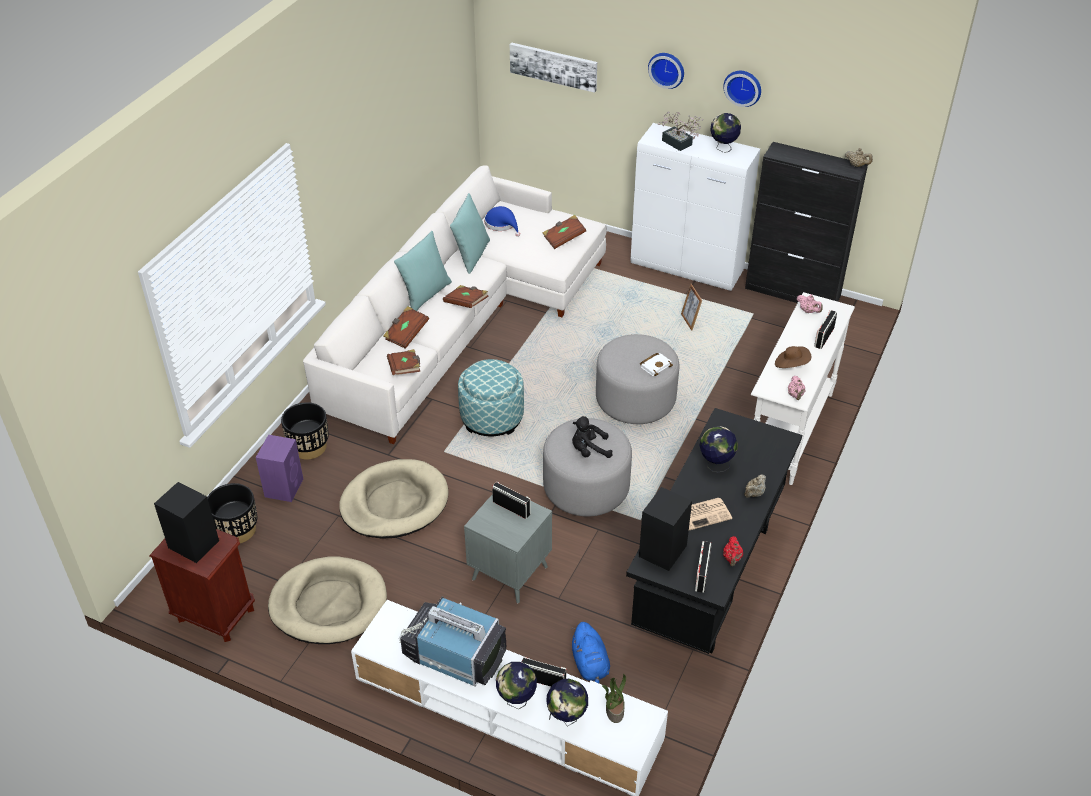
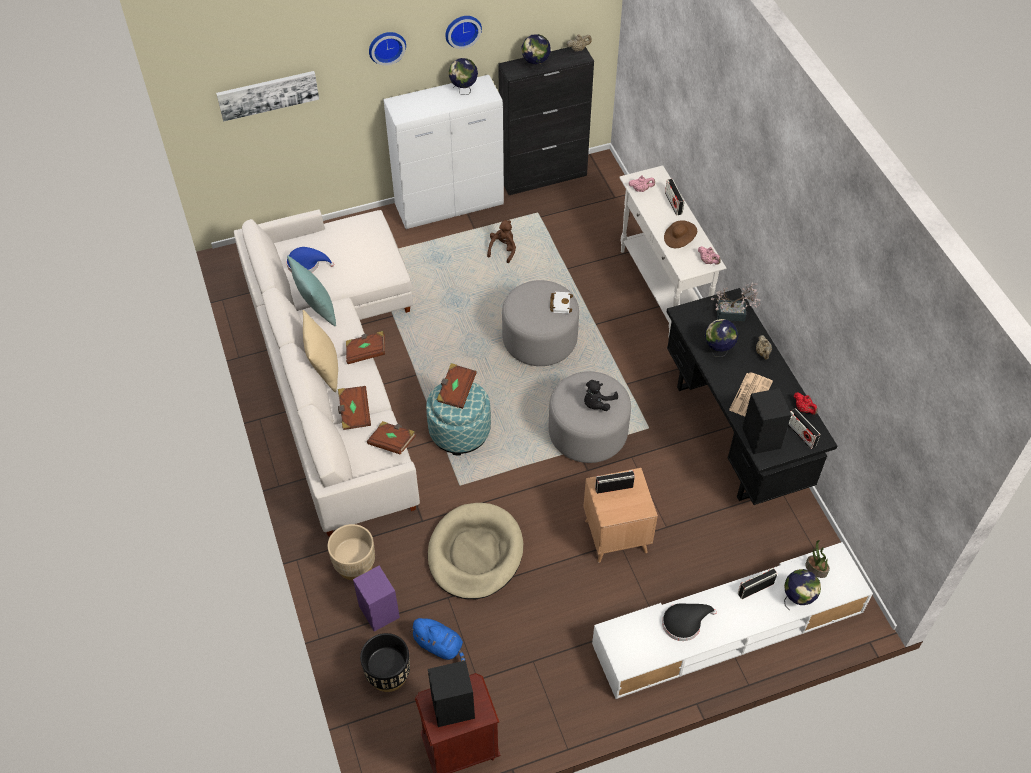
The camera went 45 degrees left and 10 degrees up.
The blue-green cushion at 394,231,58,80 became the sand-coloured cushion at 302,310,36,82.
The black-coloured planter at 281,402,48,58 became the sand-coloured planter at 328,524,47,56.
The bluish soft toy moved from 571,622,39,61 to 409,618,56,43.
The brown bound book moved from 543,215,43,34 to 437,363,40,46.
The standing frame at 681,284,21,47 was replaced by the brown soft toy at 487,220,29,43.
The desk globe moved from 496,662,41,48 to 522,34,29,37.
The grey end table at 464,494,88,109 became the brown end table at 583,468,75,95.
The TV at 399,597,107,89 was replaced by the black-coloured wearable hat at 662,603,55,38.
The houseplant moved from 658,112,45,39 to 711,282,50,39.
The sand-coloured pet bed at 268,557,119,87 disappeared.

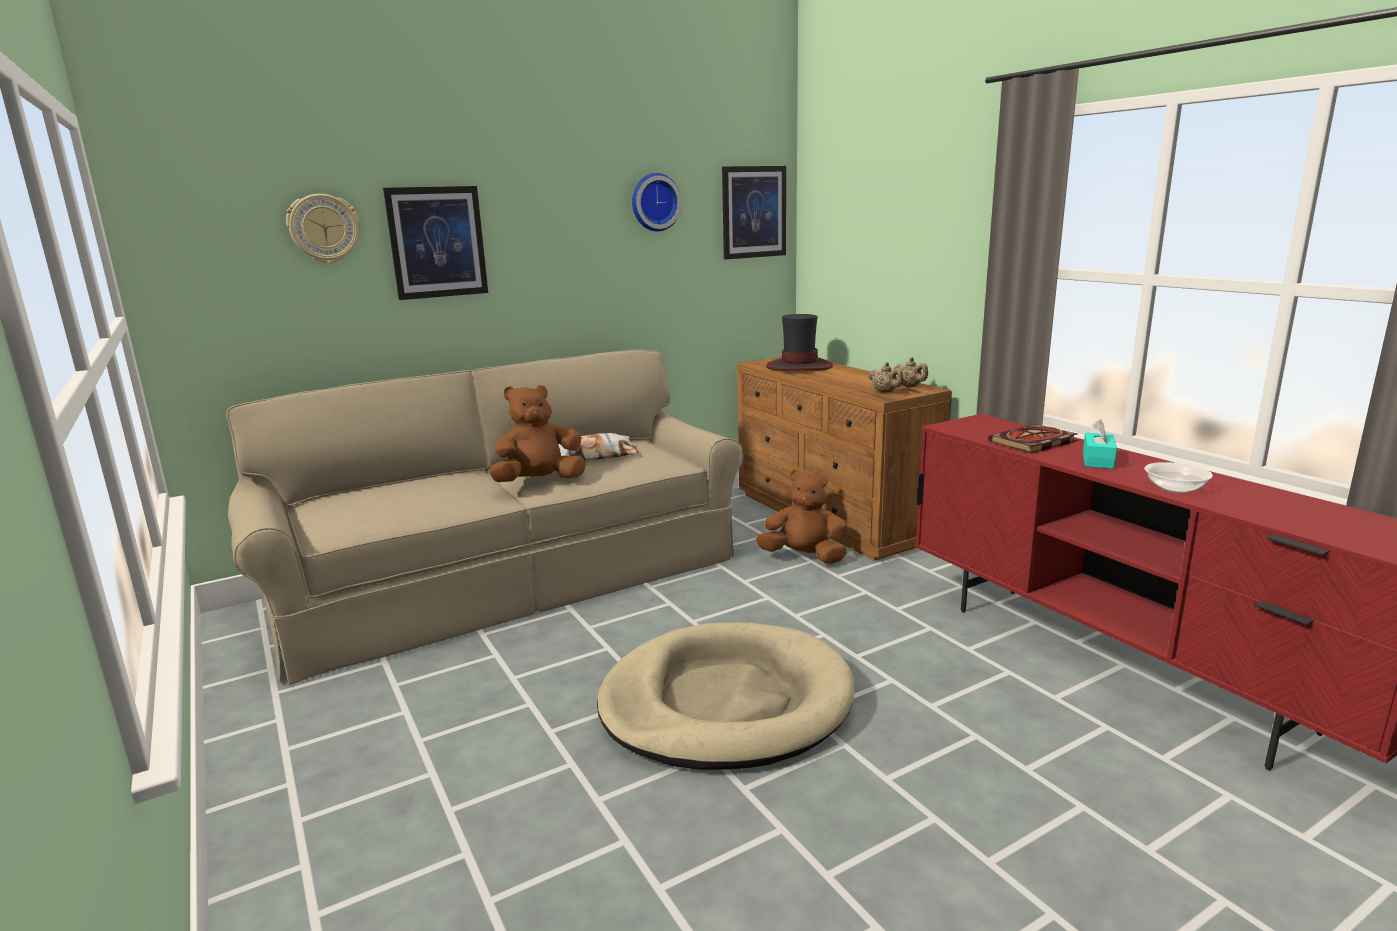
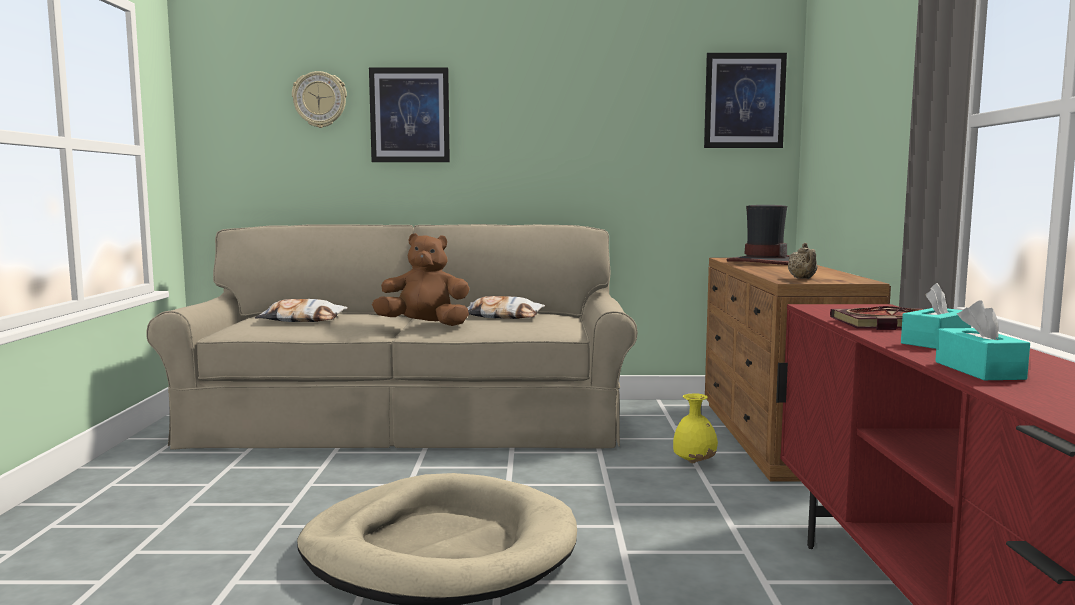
The camera went 30 degrees right and 10 degrees down.
The cushion at 255,299,93,23 appeared.
The brown soft toy at 756,469,92,95 was replaced by the yellow vase at 673,393,45,70.
The deep dish at 1145,462,68,31 was replaced by the blue-green tissue box at 935,300,95,80.
The clock on the wall at 632,173,50,58 disappeared.
The sand-coloured teapot at 893,357,35,30 disappeared.

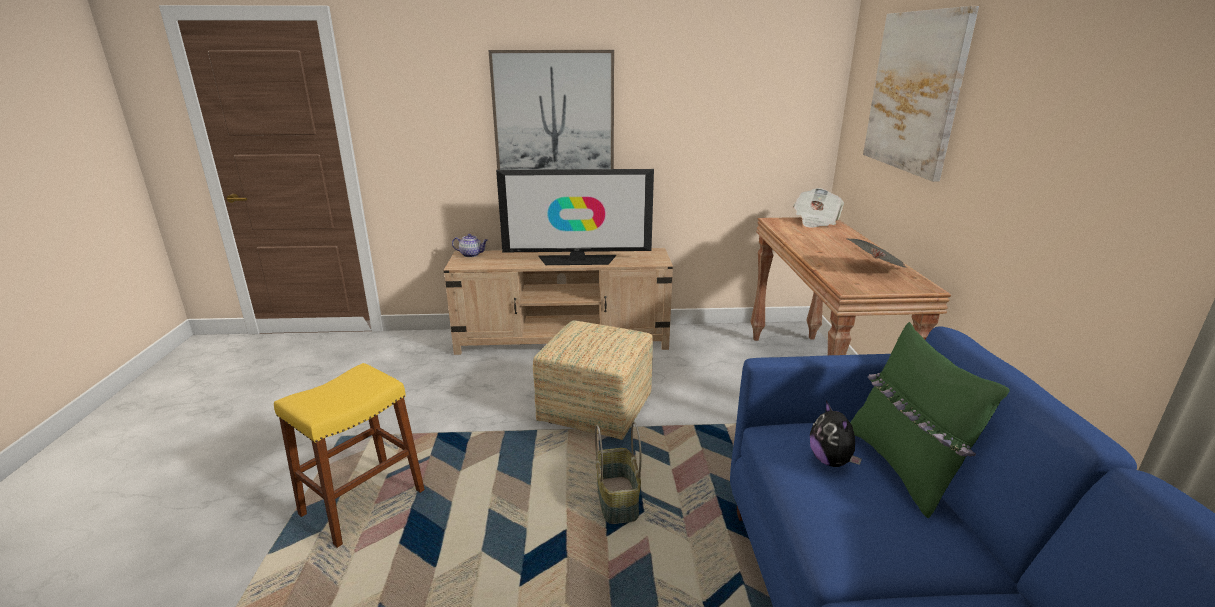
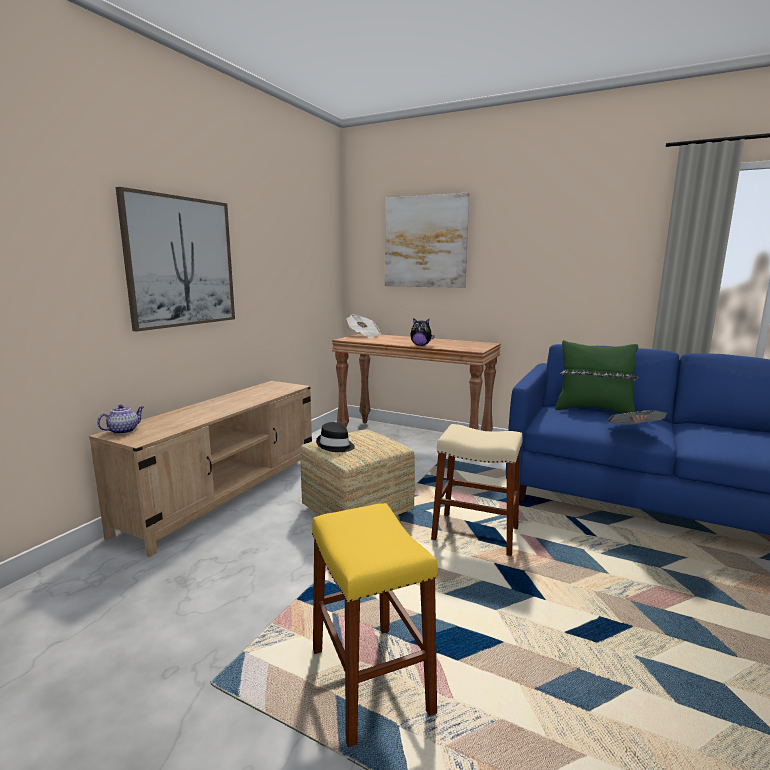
The camera went 60 degrees left and 10 degrees down.
The black-coloured wearable hat at 316,422,39,30 appeared.
The soft toy moved from 810,401,52,66 to 410,318,25,28.
The storage basket at 595,421,46,103 was replaced by the sand-coloured stool seat at 431,424,92,132.
The printed paper moved from 847,239,61,29 to 606,410,61,14.
The TV at 496,169,158,96 disappeared.

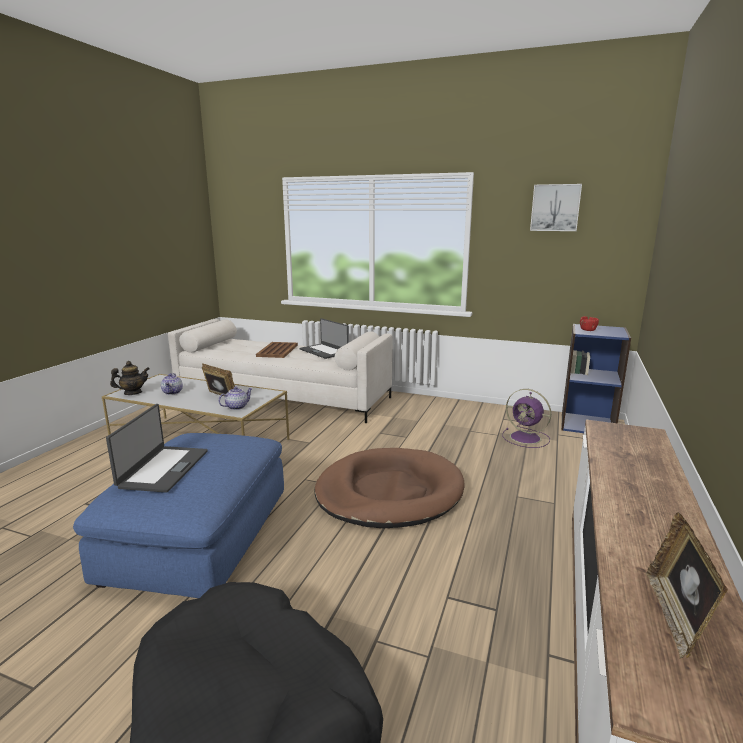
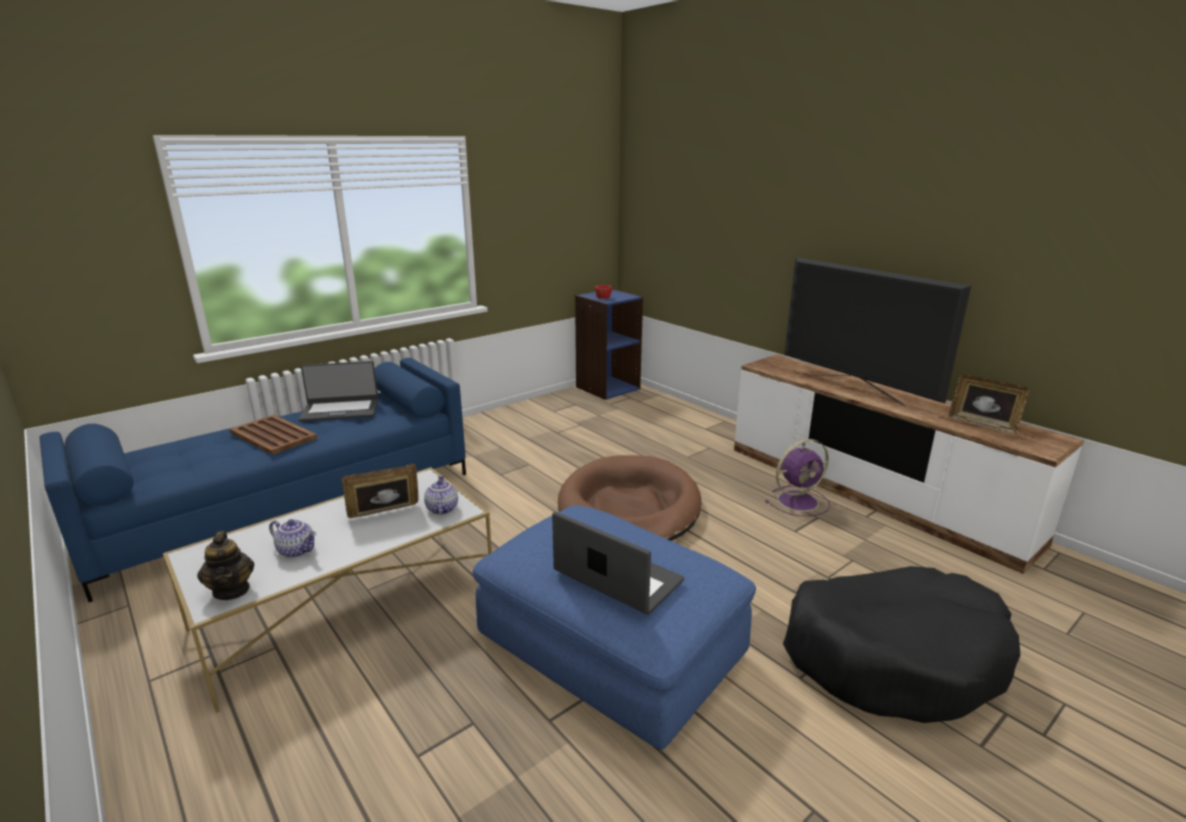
The camera went 60 degrees left and 5 degrees up.
The white settee at 168,319,225,104 became the bluish settee at 40,358,426,244.
The teapot at 110,361,39,34 turned 150 degrees clockwise.
The purple electric fan moved from 502,389,49,59 to 765,439,66,77.
The TV at 784,257,187,149 appeared.
The wall picture at 530,184,52,47 disappeared.

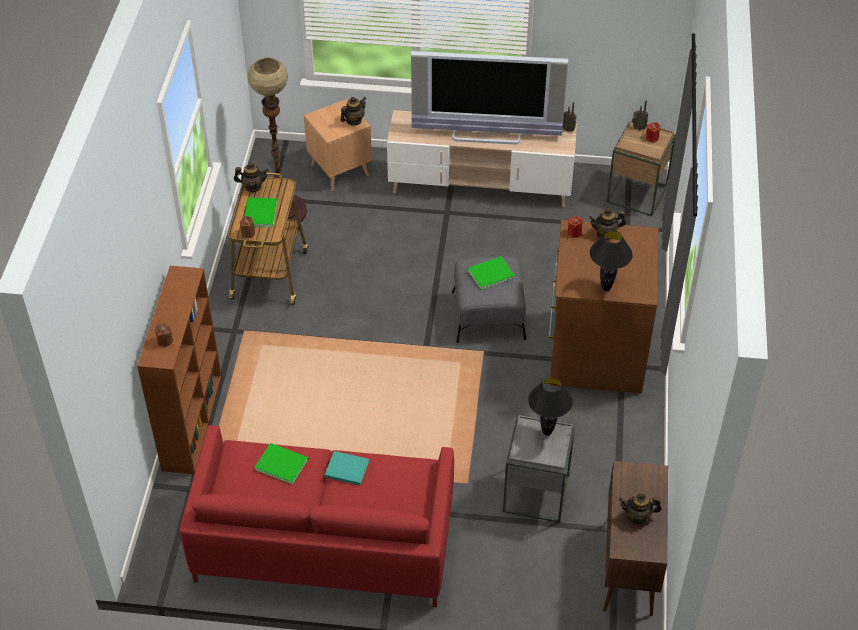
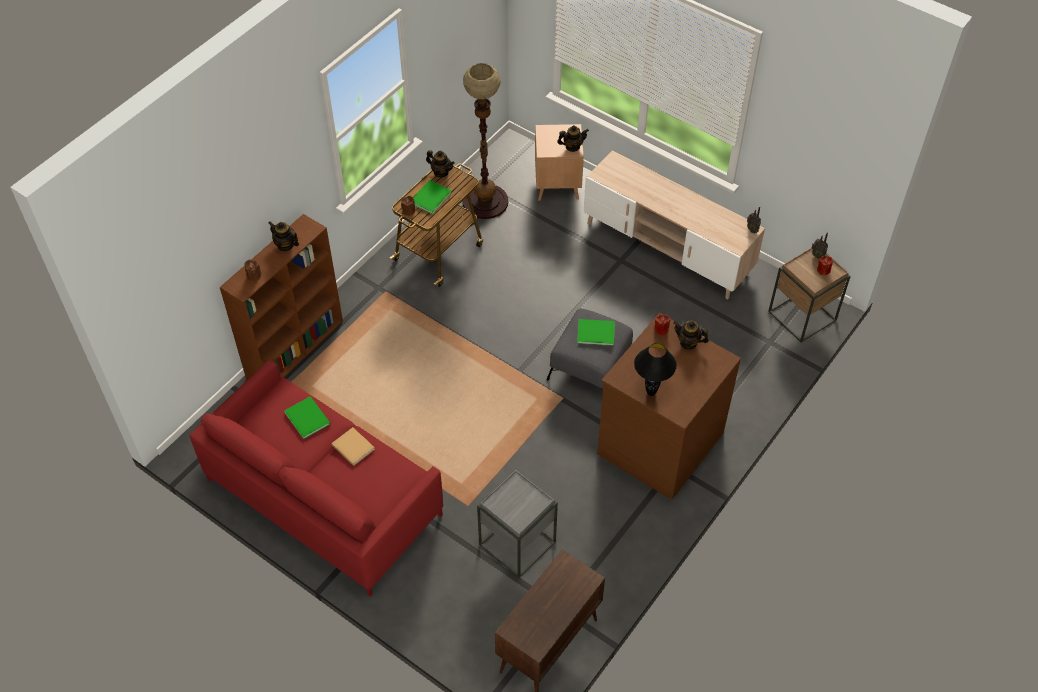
The camera went 30 degrees right and 5 degrees up.
The teapot moved from 619,492,43,33 to 268,221,31,30.
The blue-green bound book at 325,451,44,34 became the sand-coloured bound book at 332,427,43,39.
The TV at 411,51,157,94 disappeared.
The black-coloured table lamp at 528,378,45,58 disappeared.

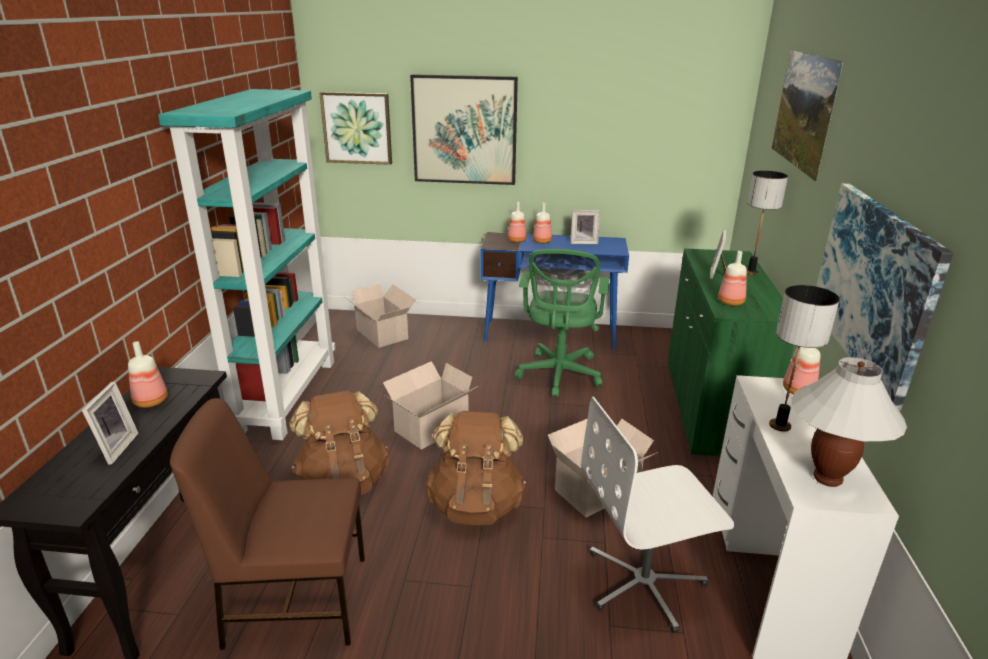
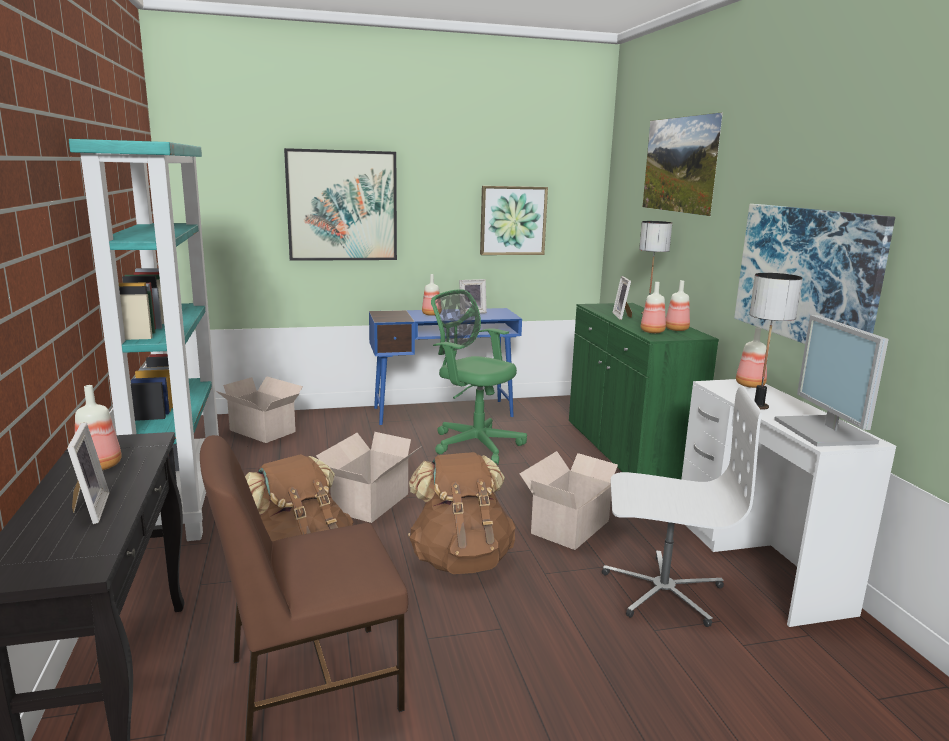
The camera went 20 degrees left and 10 degrees down.
The greenish office chair at 514,249,95,149 turned 135 degrees clockwise.
The wall picture moved from 319,92,73,73 to 480,186,68,69.
The white office chair at 581,397,154,236 turned 135 degrees counterclockwise.
The drink bottle moved from 507,202,20,41 to 666,280,24,51.
The white table lamp at 791,357,116,130 was replaced by the computer display at 774,315,115,132.

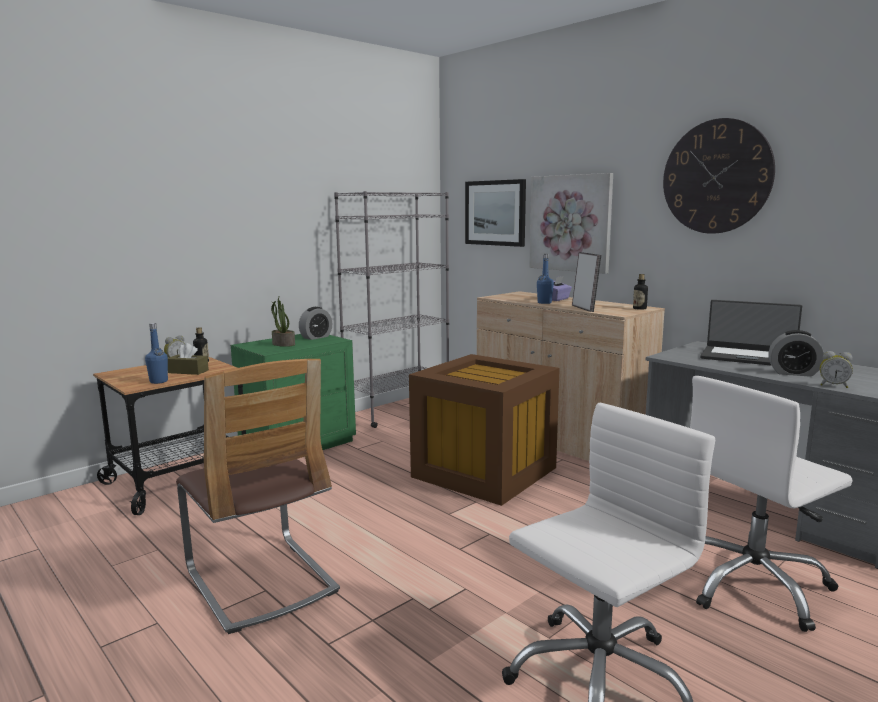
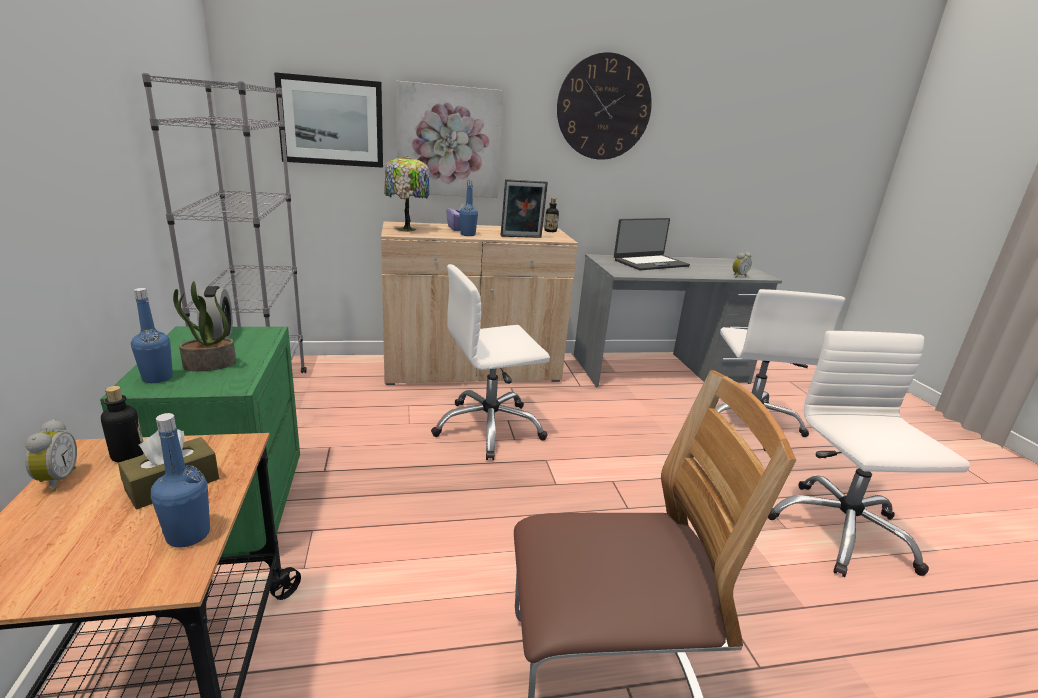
The camera went 60 degrees left and 10 degrees up.
The bluish drink bottle at 131,288,42,95 appeared.
The table lamp at 384,156,46,76 appeared.
The brown storage container at 409,354,151,152 was replaced by the white office chair at 431,264,119,196.
The standing frame at 572,252,29,60 turned 150 degrees clockwise.
The alarm clock at 768,330,56,47 disappeared.

